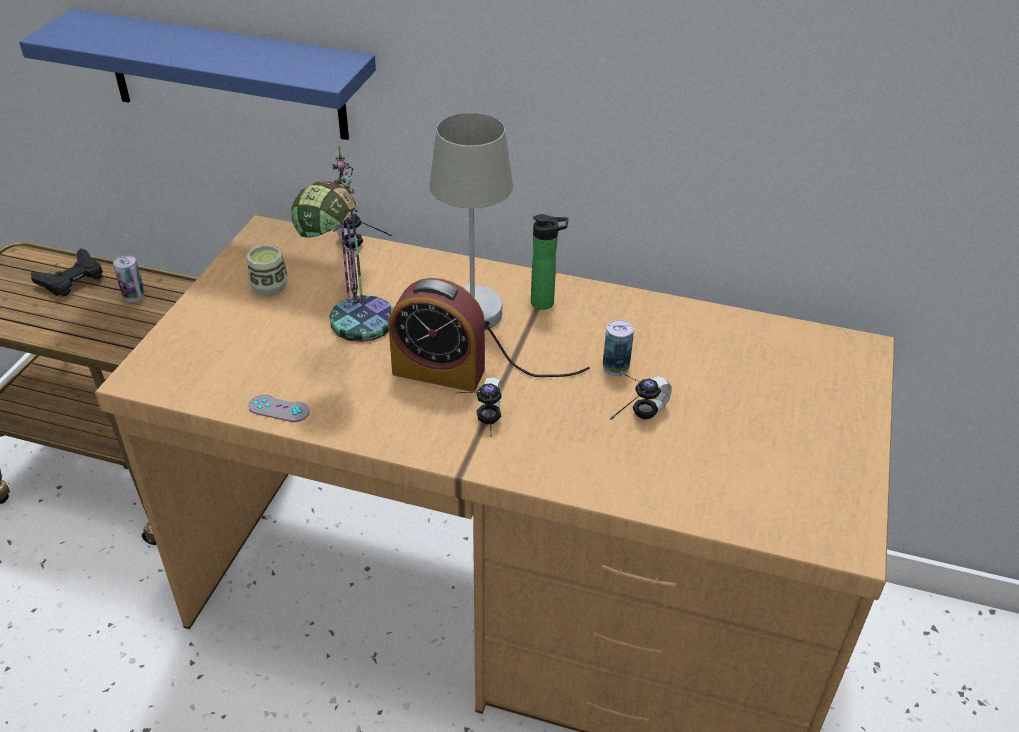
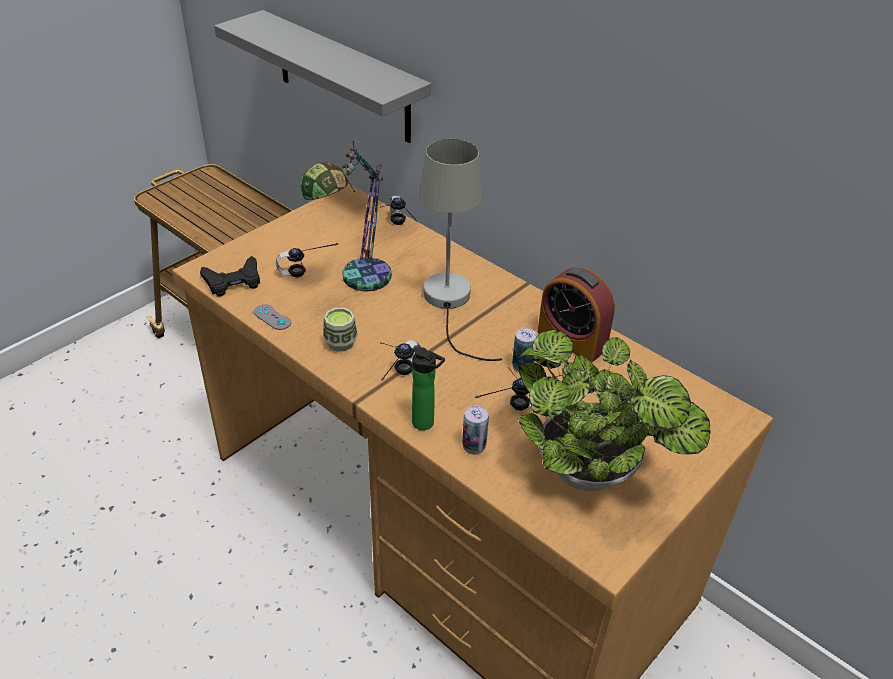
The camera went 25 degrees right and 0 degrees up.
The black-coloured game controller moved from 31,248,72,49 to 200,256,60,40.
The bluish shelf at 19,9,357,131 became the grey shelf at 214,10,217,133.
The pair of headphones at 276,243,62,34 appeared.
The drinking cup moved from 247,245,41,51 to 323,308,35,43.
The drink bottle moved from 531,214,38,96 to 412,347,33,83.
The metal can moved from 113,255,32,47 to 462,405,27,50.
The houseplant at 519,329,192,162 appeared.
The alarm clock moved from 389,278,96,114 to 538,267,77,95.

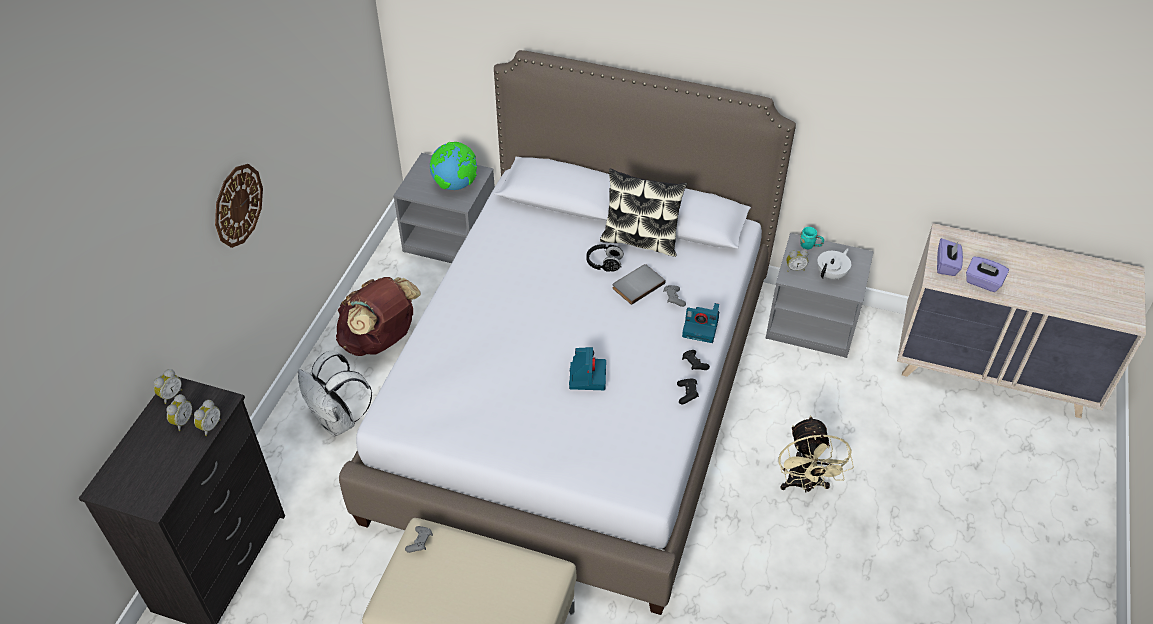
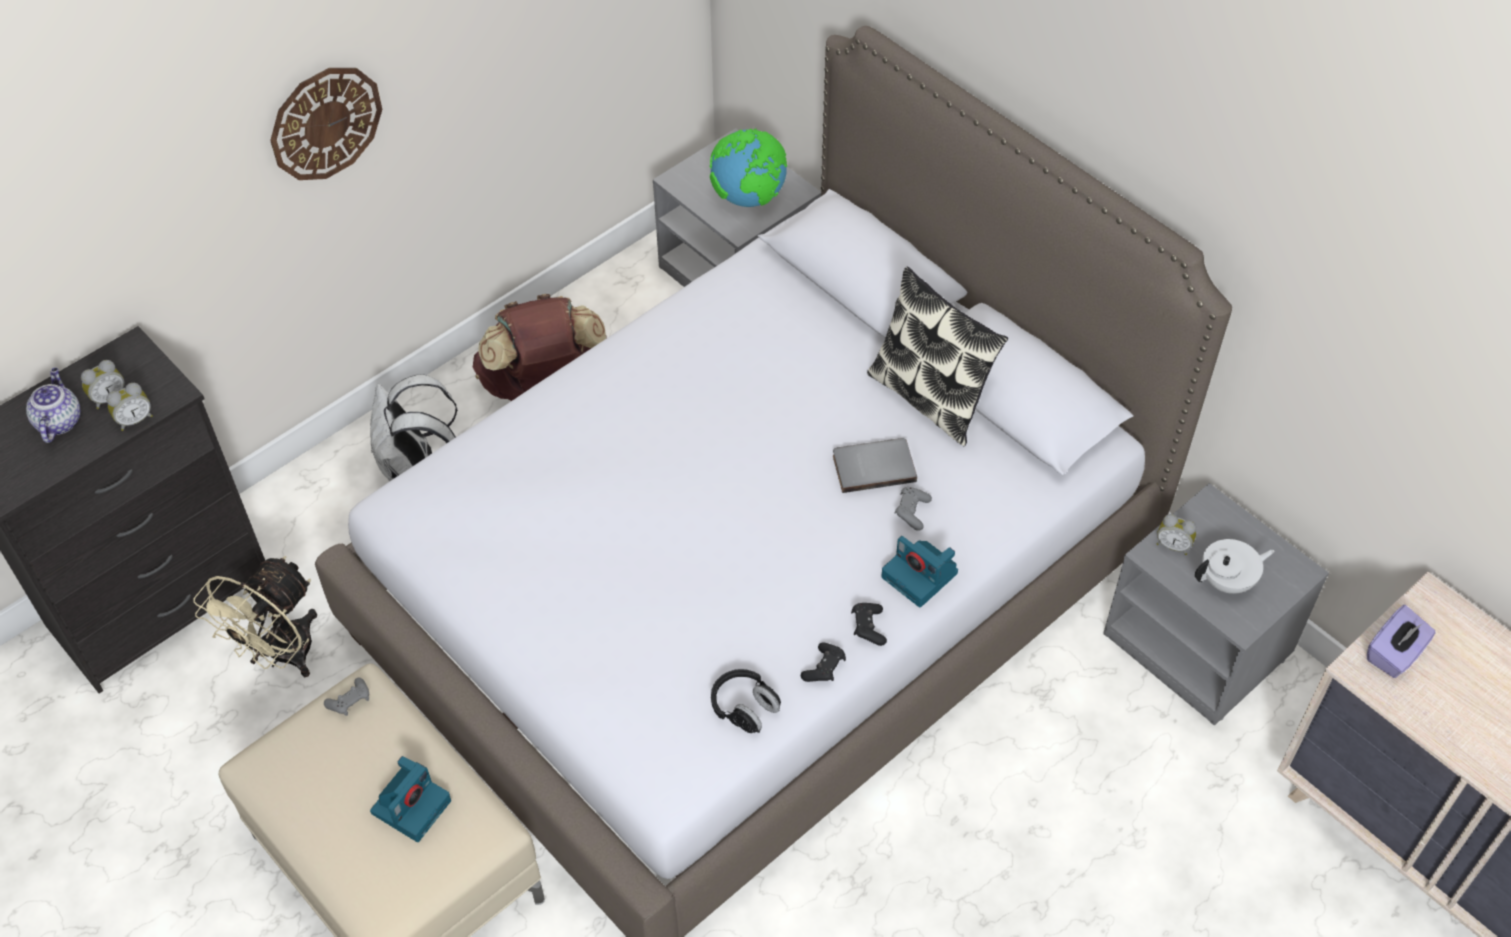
The camera went 30 degrees right and 5 degrees up.
The teapot at 26,368,55,75 appeared.
The sand-coloured electric fan moved from 779,415,75,77 to 193,556,124,121.
The photo camera moved from 569,347,37,43 to 370,756,81,86.
The black-coloured pair of headphones moved from 586,244,38,28 to 711,669,70,64.
The alarm clock at 154,369,28,35 disappeared.
The blue-green mug at 800,227,24,22 disappeared.
The purple tissue box at 966,256,43,36 disappeared.

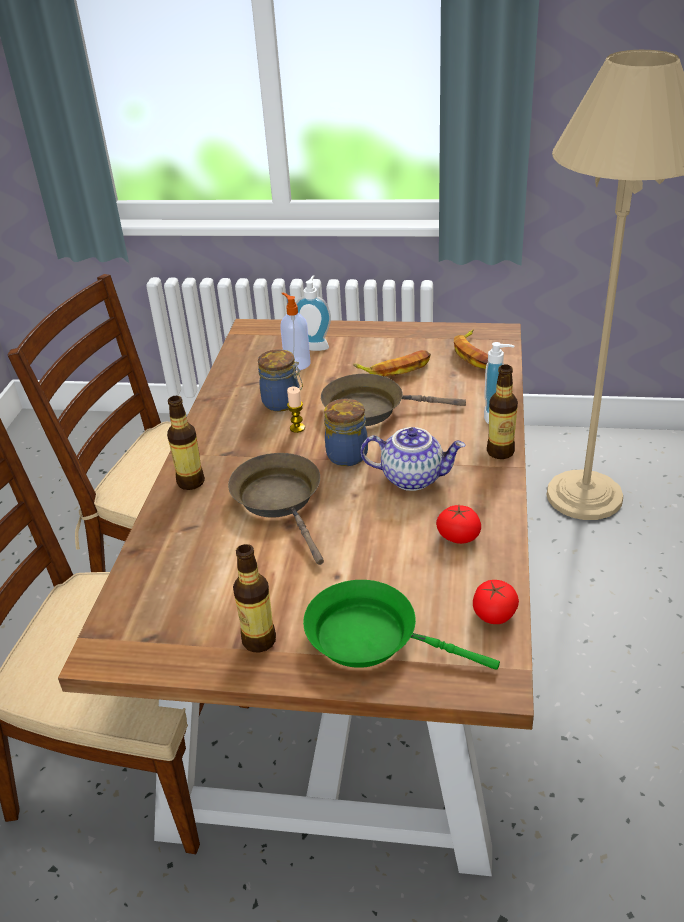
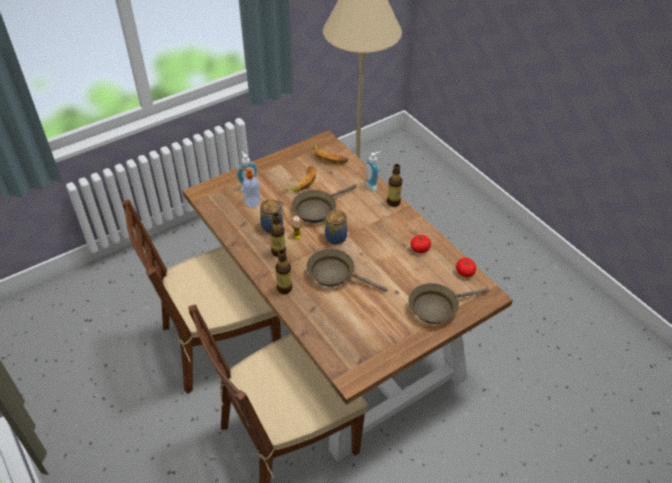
The camera went 45 degrees left and 10 degrees up.
The drink bottle moved from 233,544,43,108 to 270,213,16,44.
The greenish pan at 303,580,197,90 became the brown pan at 408,283,81,41.
The teapot at 361,427,105,64 disappeared.

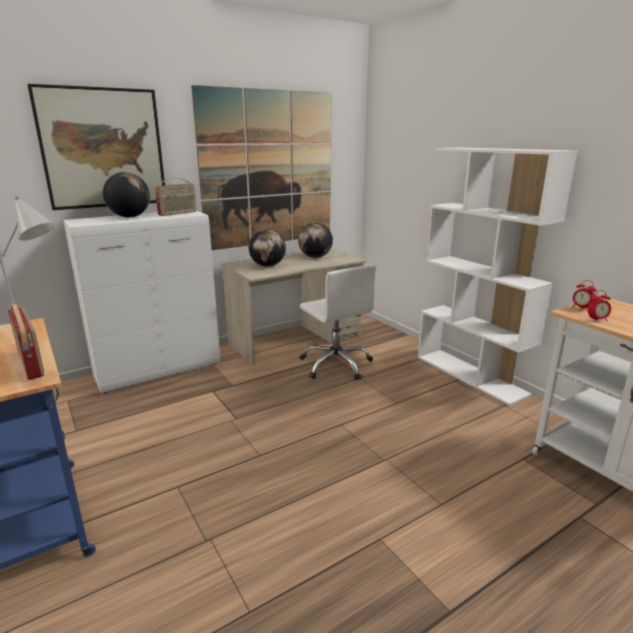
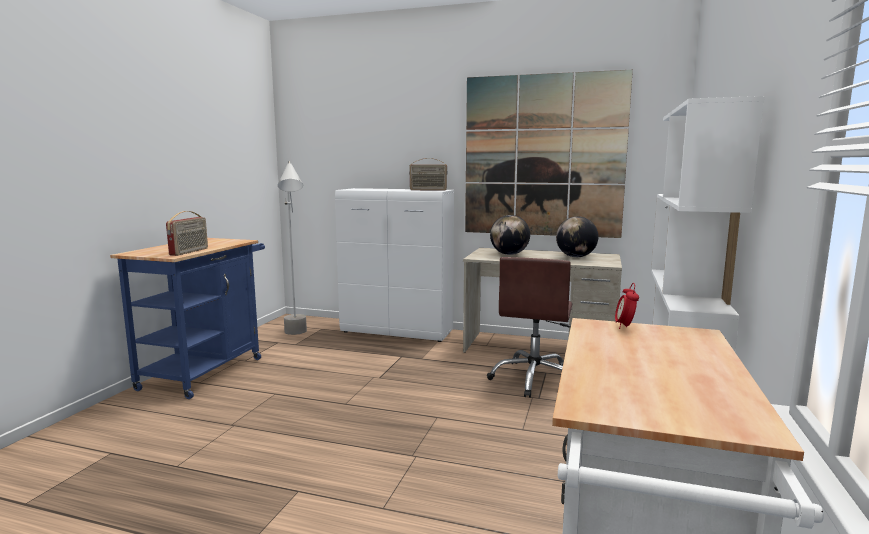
The camera went 50 degrees right and 10 degrees down.
The white office chair at 300,265,76,115 became the brown office chair at 487,257,85,141.
The wall picture at 27,84,138,126 disappeared.
The desk globe at 103,172,47,45 disappeared.
The alarm clock at 588,290,23,32 disappeared.

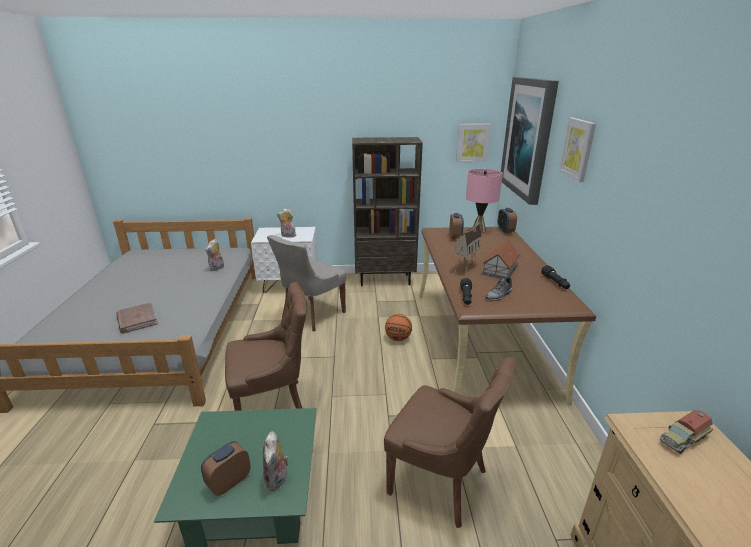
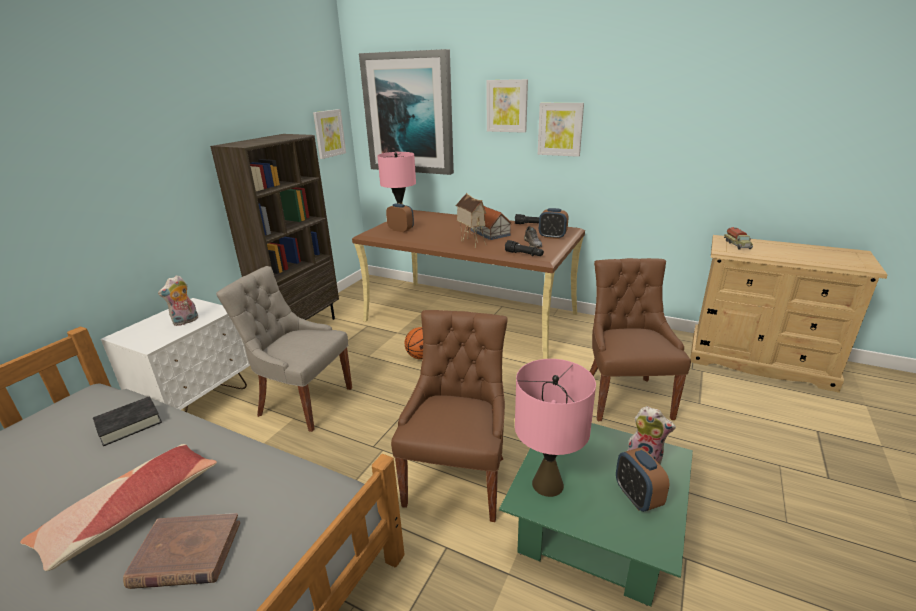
The camera went 60 degrees left and 0 degrees up.
The cushion at 20,444,197,127 appeared.
The soft toy at 205,239,19,32 was replaced by the black-coloured bound book at 93,396,69,50.
The grey chair at 267,235,79,96 turned 135 degrees clockwise.
The pinkish table lamp at 515,359,81,138 appeared.
The wall picture at 538,103,46,54 appeared.
The alarm clock moved from 497,208,20,25 to 539,208,29,31.
The brown chair at 384,357,132,171 turned 60 degrees counterclockwise.

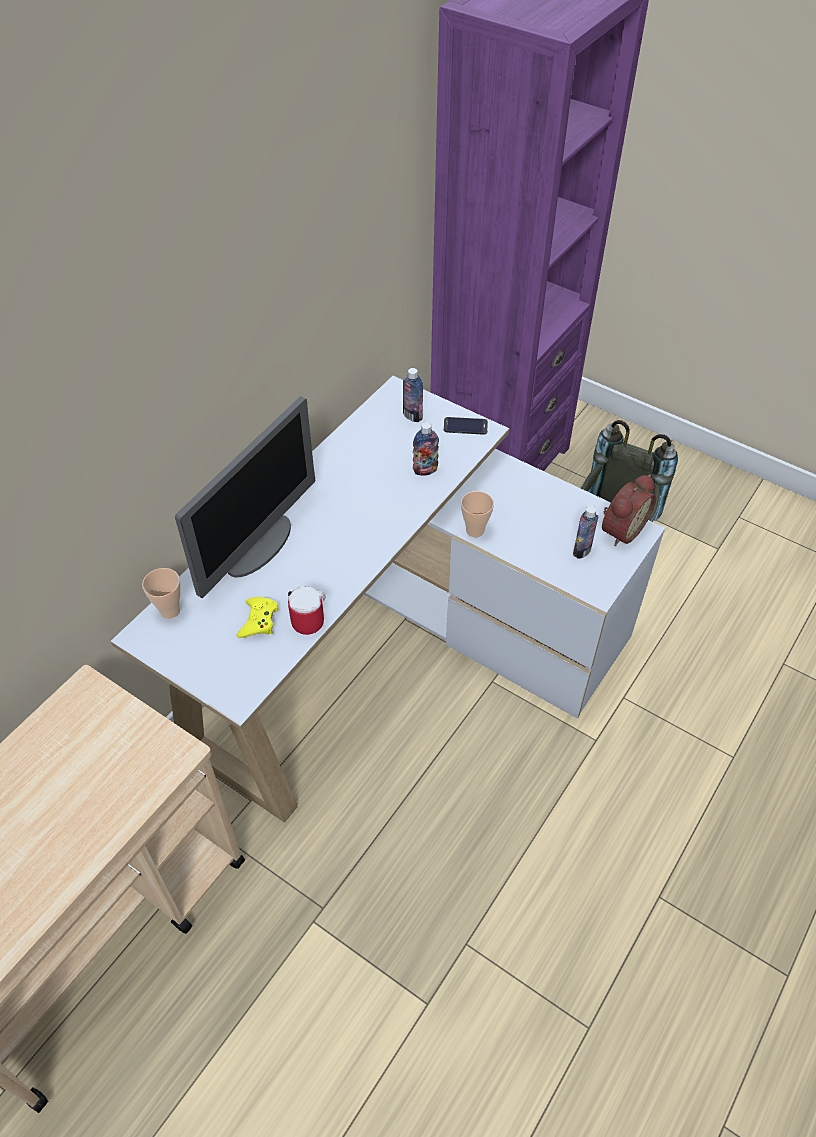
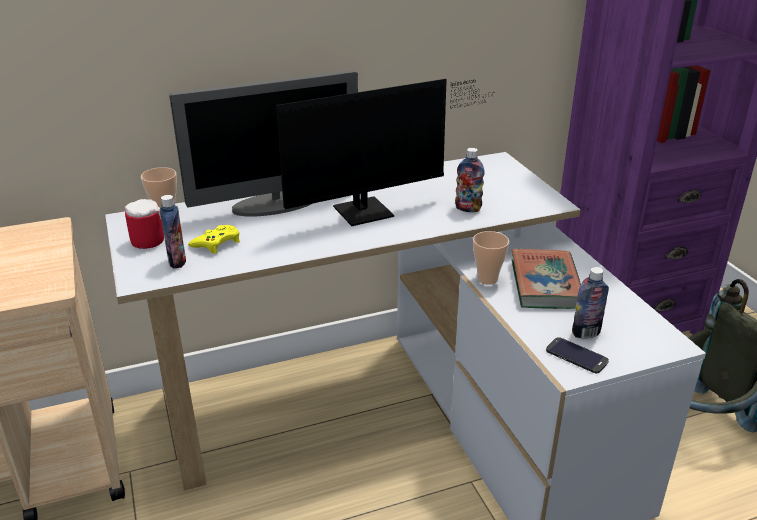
The camera went 35 degrees right and 20 degrees down.
The mug moved from 288,586,37,49 to 125,199,39,50.
The drink bottle moved from 403,368,20,54 to 160,195,26,74.
The computer display at 276,79,219,147 appeared.
The bound book at 512,249,69,60 appeared.
The phone moved from 443,417,45,17 to 546,337,63,36.
The alarm clock at 602,474,54,72 disappeared.

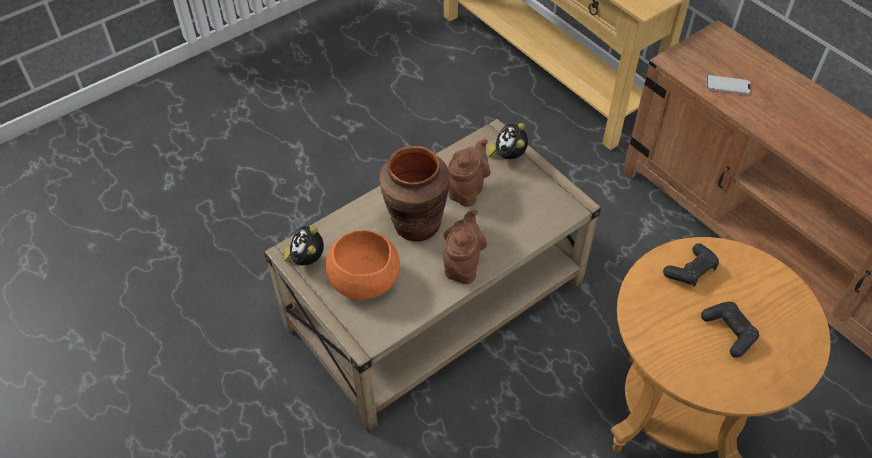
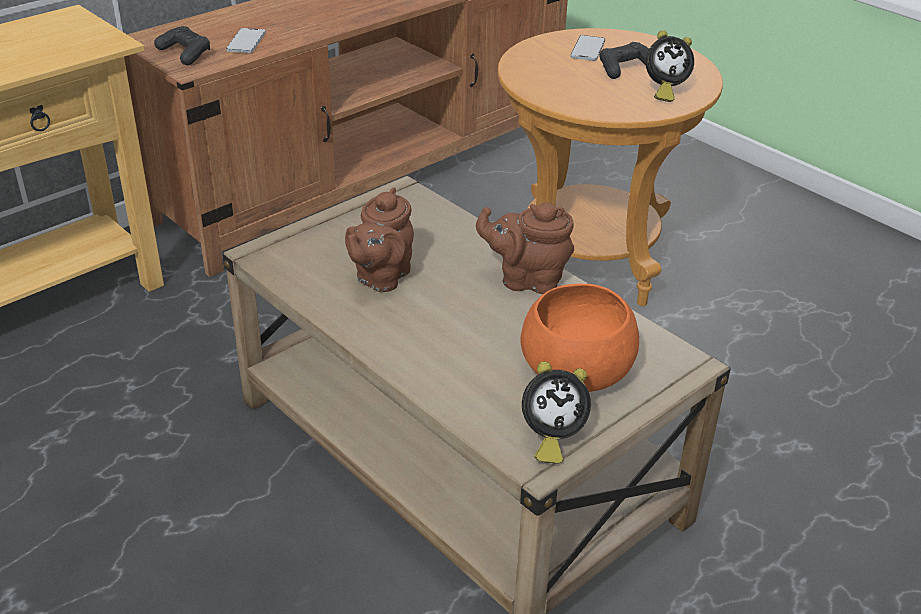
The camera went 95 degrees left and 15 degrees down.
The black-coloured game controller moved from 663,243,56,44 to 154,26,56,39.
The brown teapot at 448,139,42,68 turned 90 degrees counterclockwise.
The phone at 570,35,35,26 appeared.
The alarm clock moved from 488,123,40,36 to 646,30,48,72.
The brown vase at 379,146,71,96 disappeared.

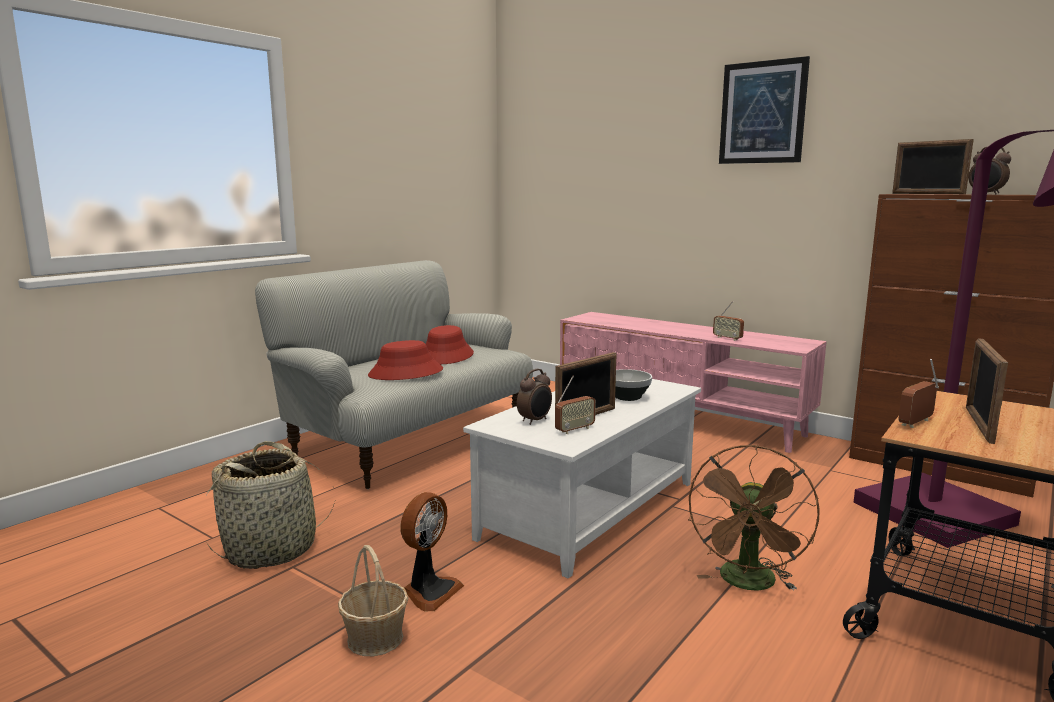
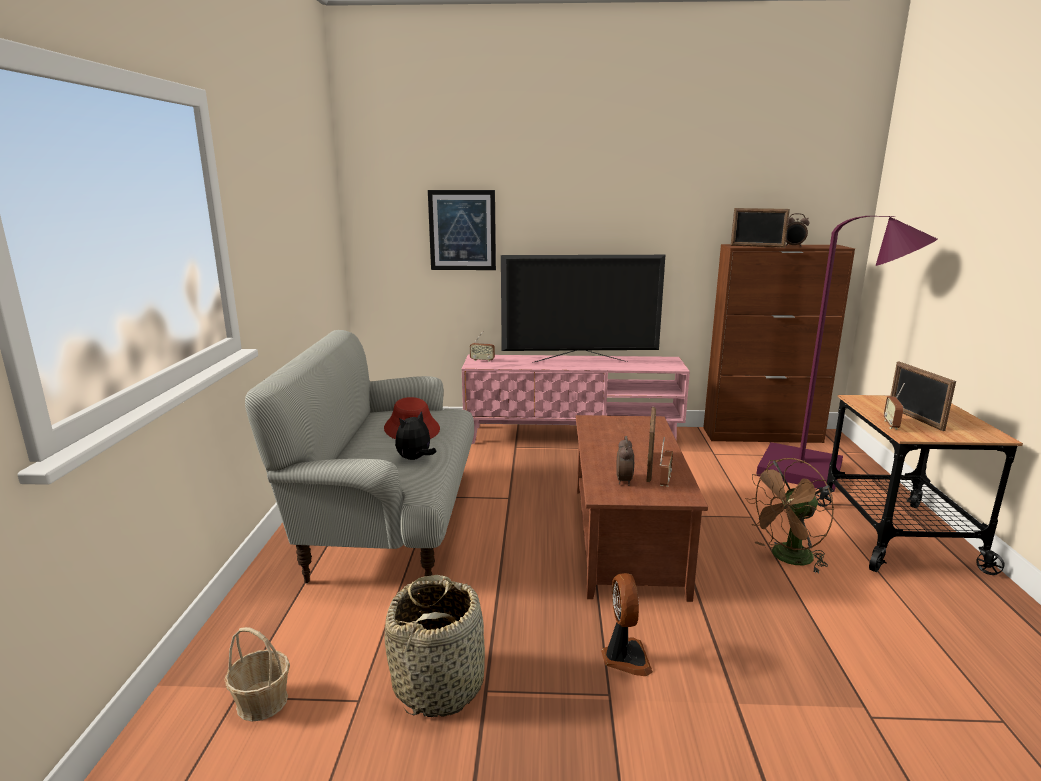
The camera went 35 degrees left and 5 degrees up.
The storage basket moved from 338,545,70,111 to 225,627,65,95.
The red-coloured wearable hat at 368,340,75,40 was replaced by the soft toy at 395,411,41,49.
The wall picture moved from 719,56,91,108 to 428,190,68,80.
The radio moved from 713,301,31,40 to 470,331,25,31.
The TV at 501,255,164,108 appeared.
The white low table at 463,379,238,199 became the brown low table at 576,415,132,187.
The brown electric fan at 688,445,132,146 turned 75 degrees clockwise.
The deep dish at 615,369,37,32 disappeared.

